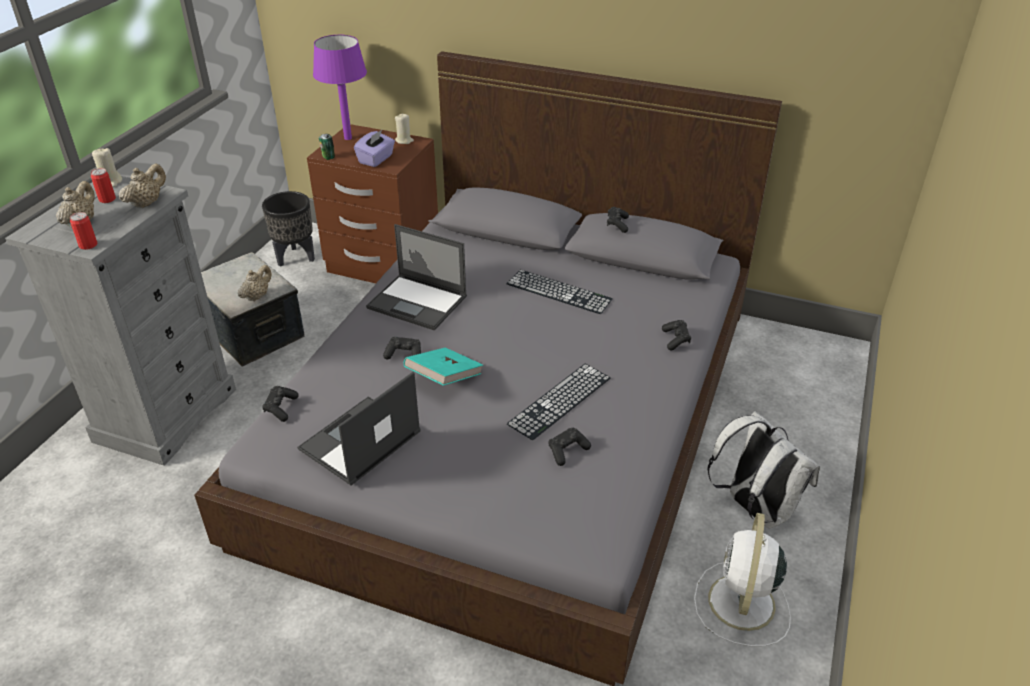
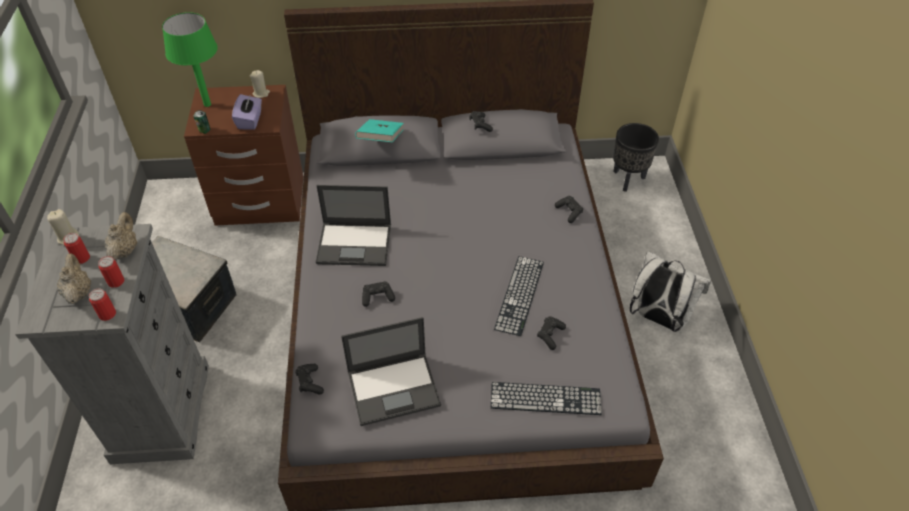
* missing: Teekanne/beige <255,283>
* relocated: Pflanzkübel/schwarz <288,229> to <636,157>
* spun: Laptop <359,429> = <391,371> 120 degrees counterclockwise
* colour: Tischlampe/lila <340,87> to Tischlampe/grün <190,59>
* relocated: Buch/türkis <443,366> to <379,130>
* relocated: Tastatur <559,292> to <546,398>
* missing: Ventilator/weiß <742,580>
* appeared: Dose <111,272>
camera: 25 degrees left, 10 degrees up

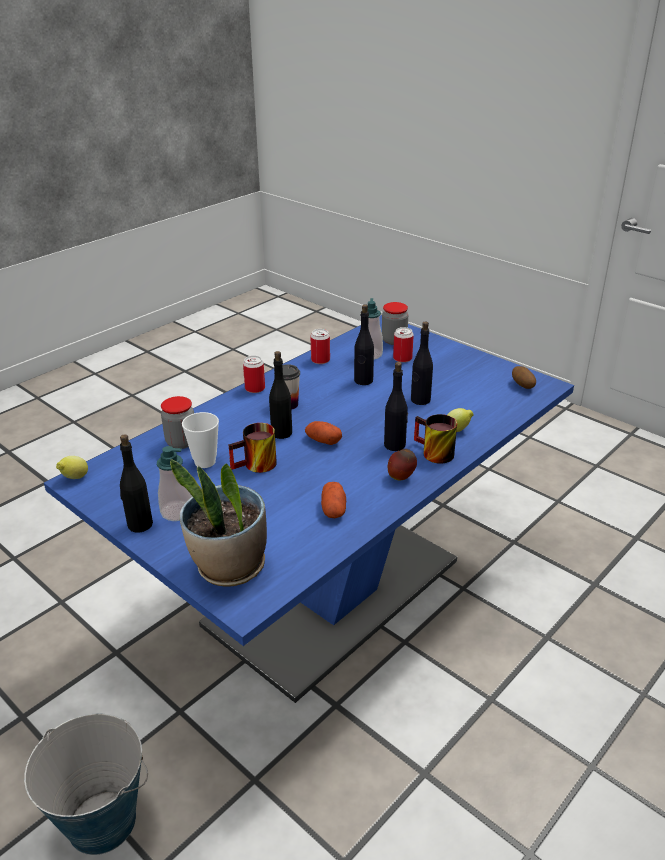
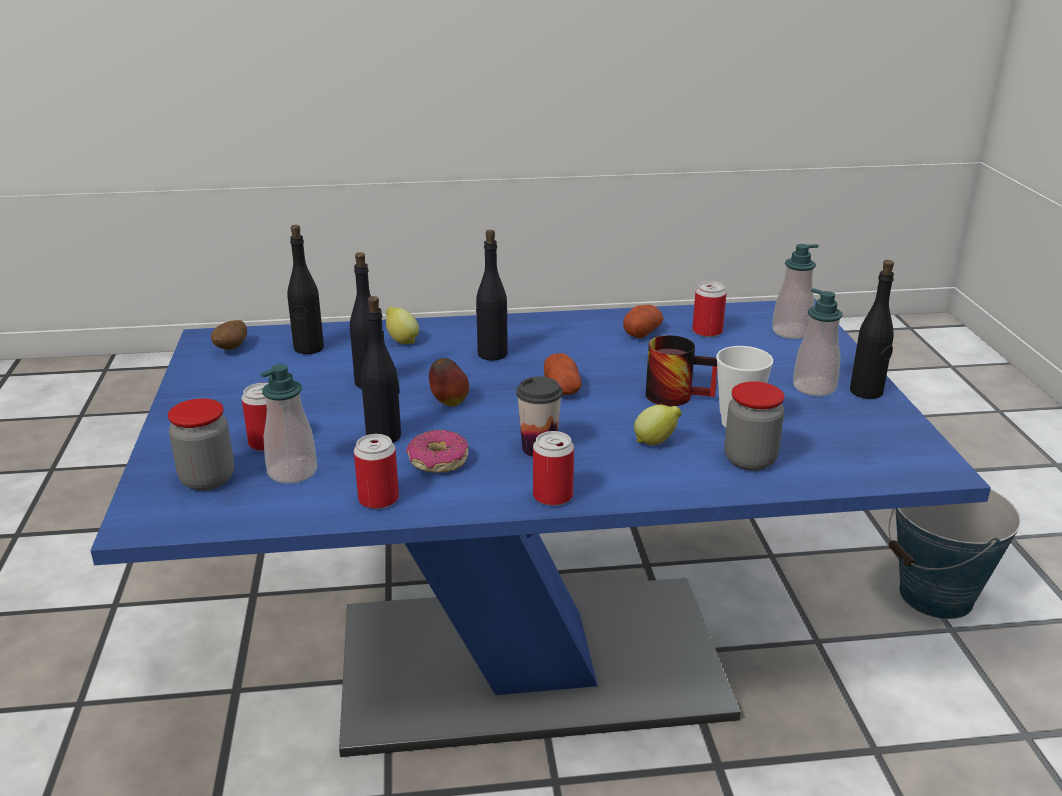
* relocated: Zitrone <72,467> to <658,425>
* exchanged: Topfpflanze <218,523> to Seifenspender <795,291>
* relocated: Flasche/schwarz <280,395> to <305,289>
* relocated: Apfel <402,464> to <449,382>
* missing: Henkelbecher <435,439>
* appeared: Donut <437,451>
* appeared: Dose <709,309>
camera: 140 degrees left, 5 degrees down

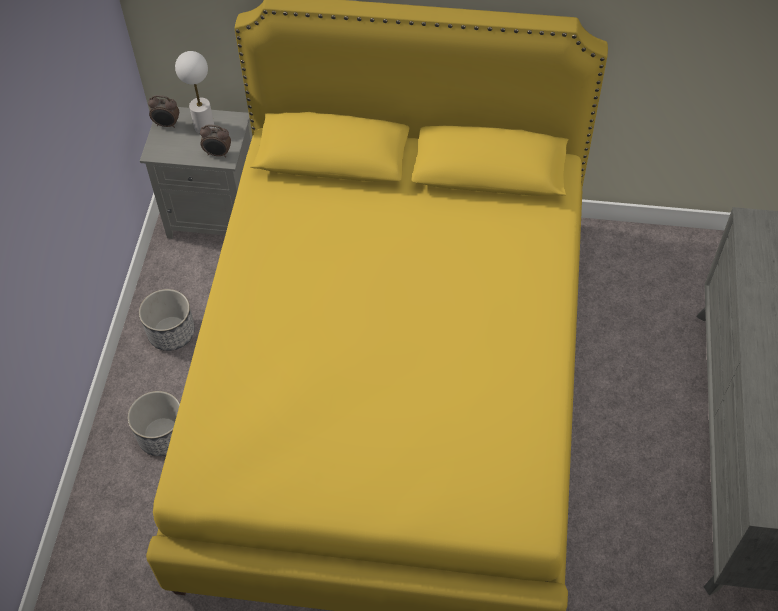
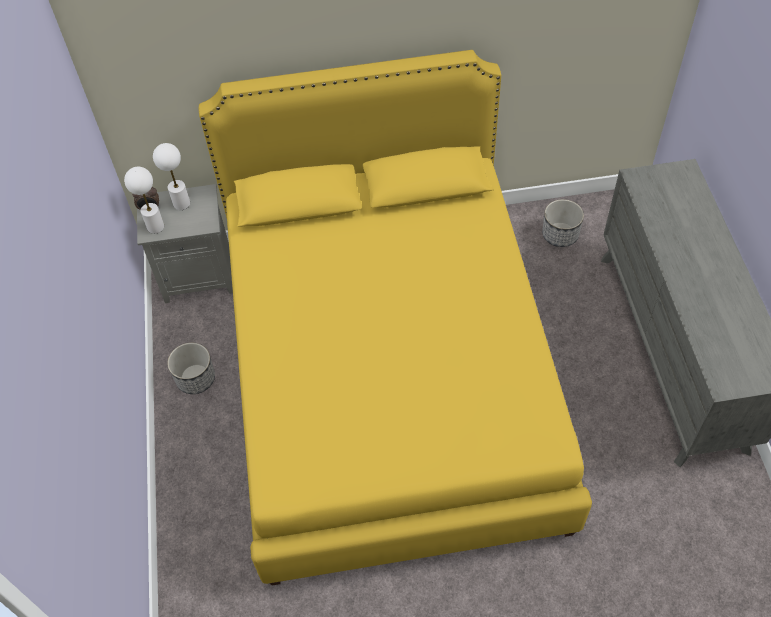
* relocated: Pflanzkübel <154,423> to <563,223>
* missing: Wecker <215,141>
* appeared: Tischlampe/weiß <144,200>
camera: 15 degrees left, 0 degrees up

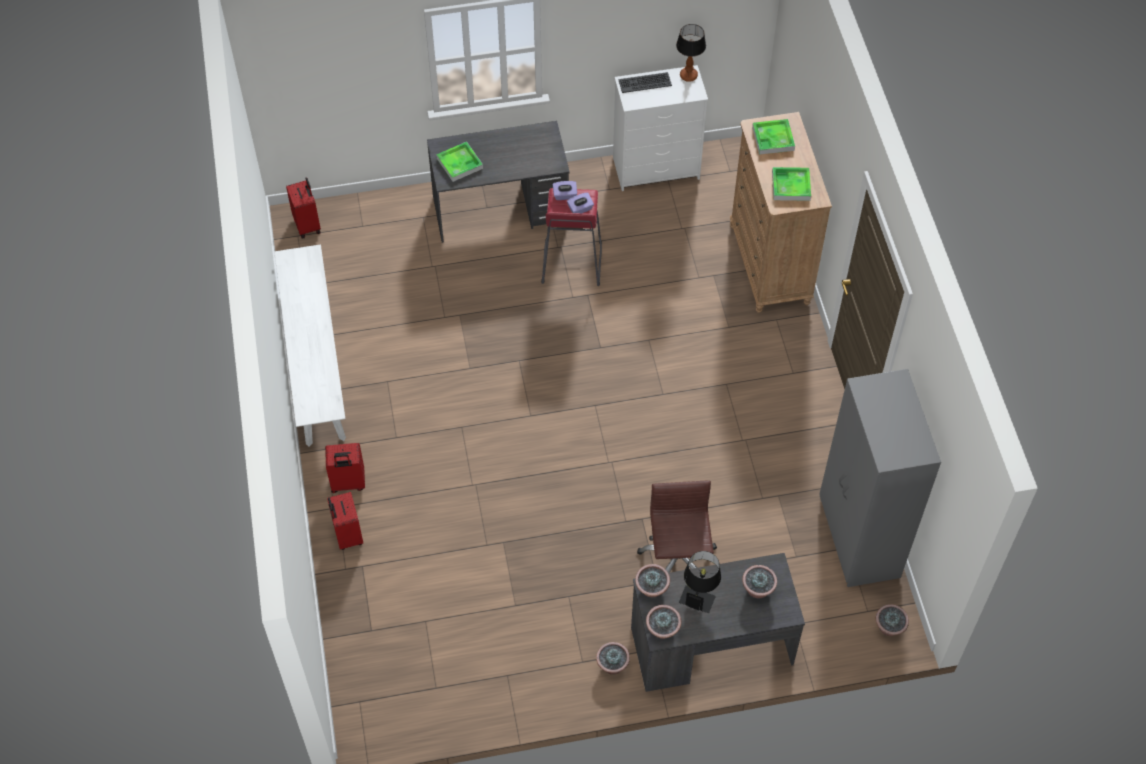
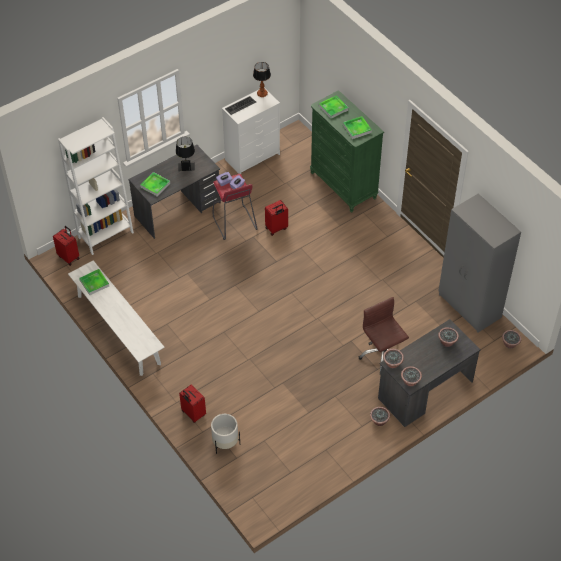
* relocated: Koffer/rot <345,468> to <276,218>
* relocated: Tischlampe/schwarz <700,582> to <185,154>
* colour: Kommode/braun <781,212> to Kommode/grün <347,151>
* appeared: Bücherregal/weiß <96,186>
* appeared: Tablett <94,282>
* appeared: Pflanzkübel/weiß <225,434>
camera: 25 degrees left, 5 degrees down

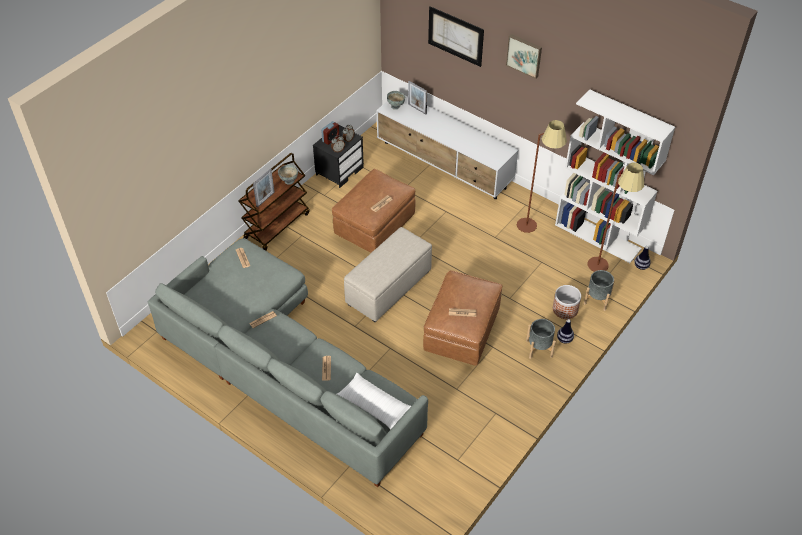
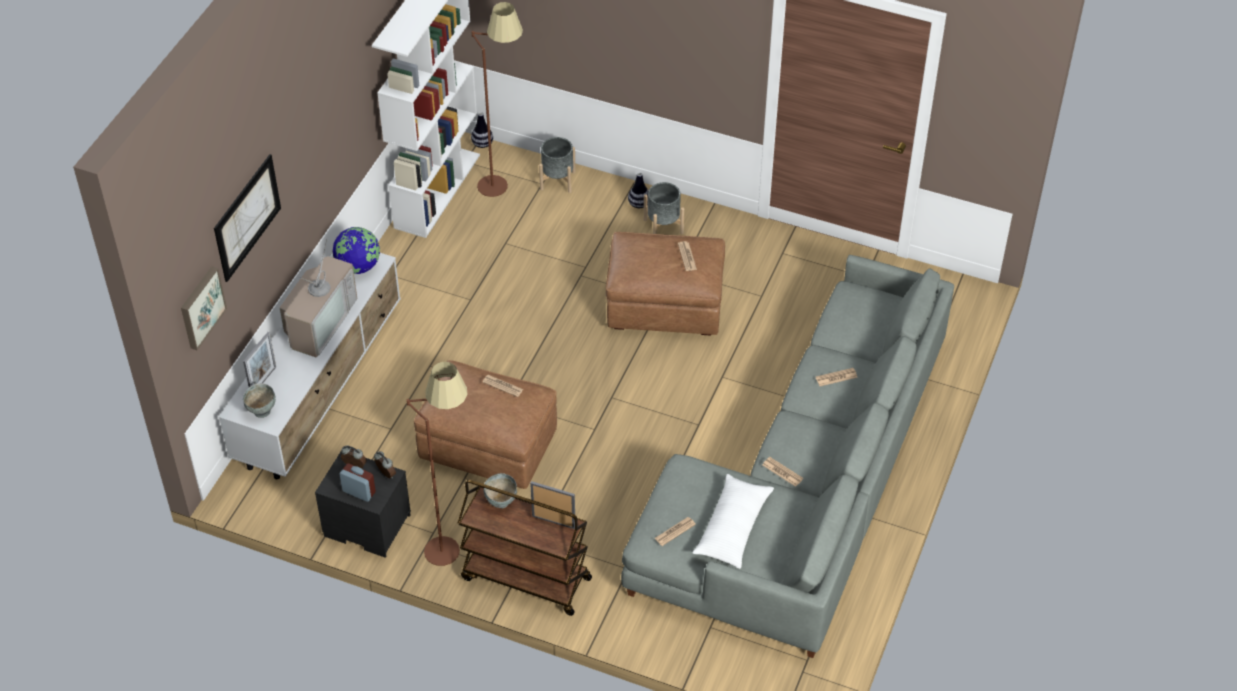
* relocated: Kissen/weiß <374,401> to <733,521>
* missing: Polsterhocker/beige <388,275>
* relocated: Bild <524,56> to <204,308>
* relocated: Stehlampe/braun <542,176> to <437,464>
* missing: Pflanzkübel <567,302>
* appeared: Fernseher <318,298>
* appeared: Globus <356,250>
camera: 105 degrees left, 0 degrees up

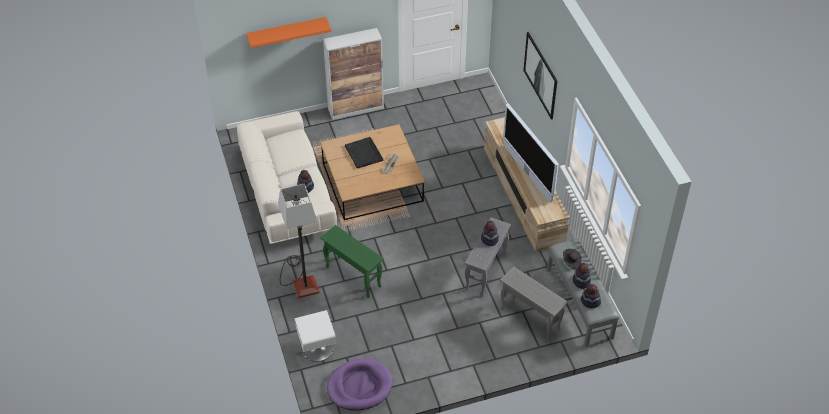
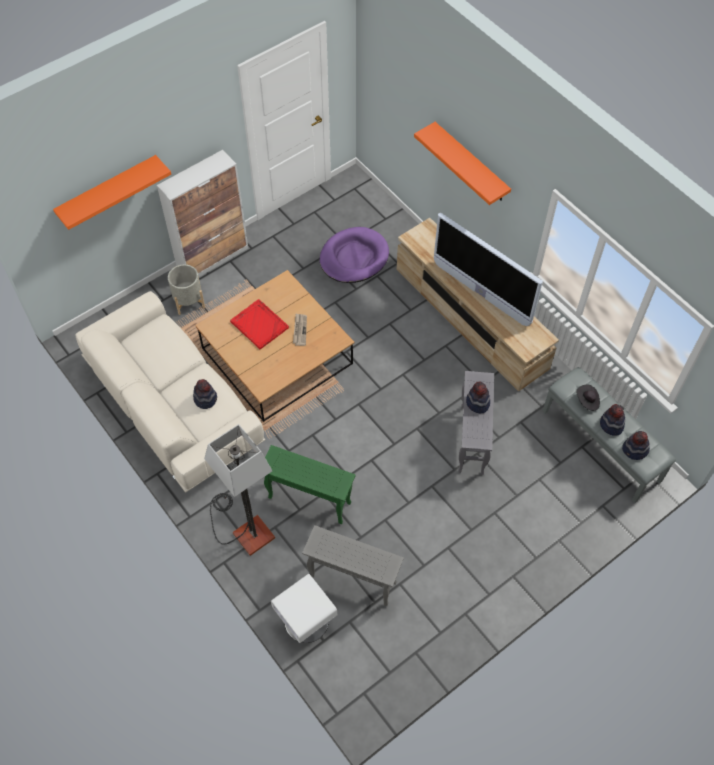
* relocated: Hundebett/lila <359,384> to <354,255>
* colour: Tablett/schwarz <364,153> to Tablett/rot <259,324>
* relocated: Beistelltisch/grau <534,304> to <353,565>
* exchanged: Bild <540,76> to Wandregal/orange <462,163>
* appeared: Pflanzkübel/grau <186,289>
camera: 20 degrees left, 10 degrees up

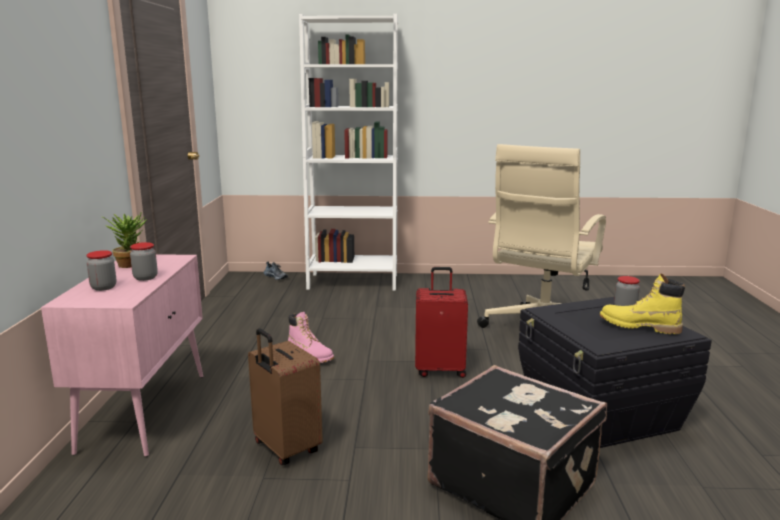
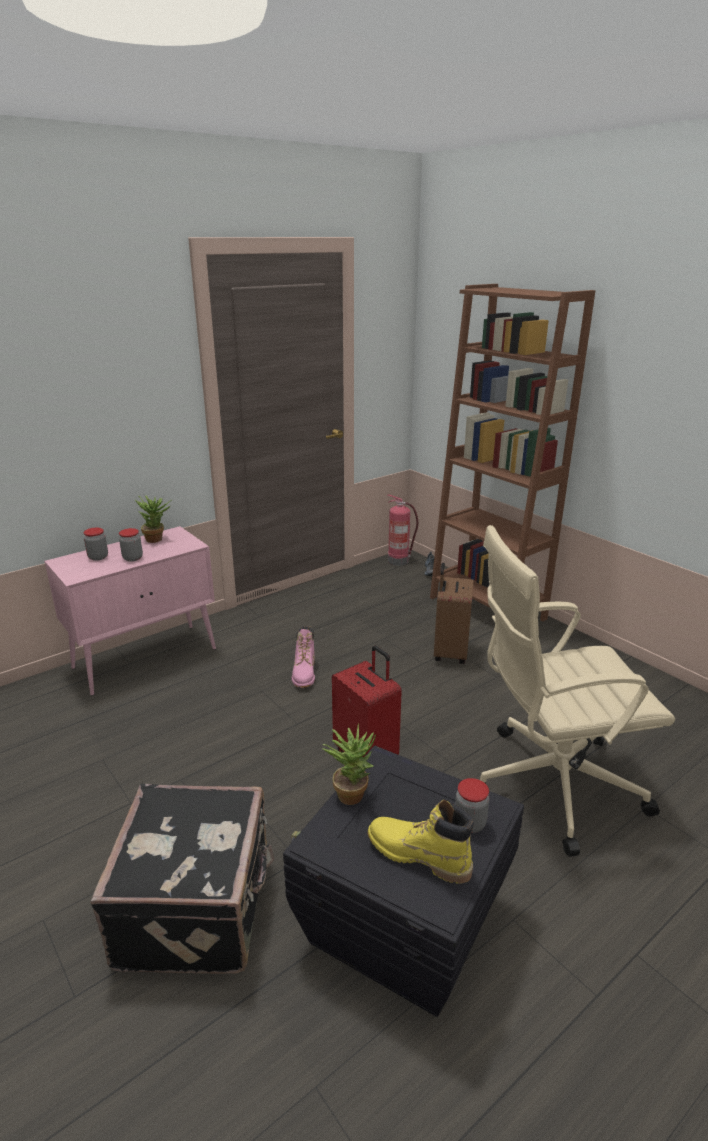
* relocated: Koffer/braun <285,396> to <454,613>
* colour: Bücherregal/weiß <348,152> to Bücherregal/braun <513,452>
* spun: Stiefel/gelb <642,303> = <421,842> 45 degrees counterclockwise
* appeared: Topfpflanze <349,764>
* appeared: Feuerlöscher <402,530>
camera: 50 degrees right, 10 degrees up

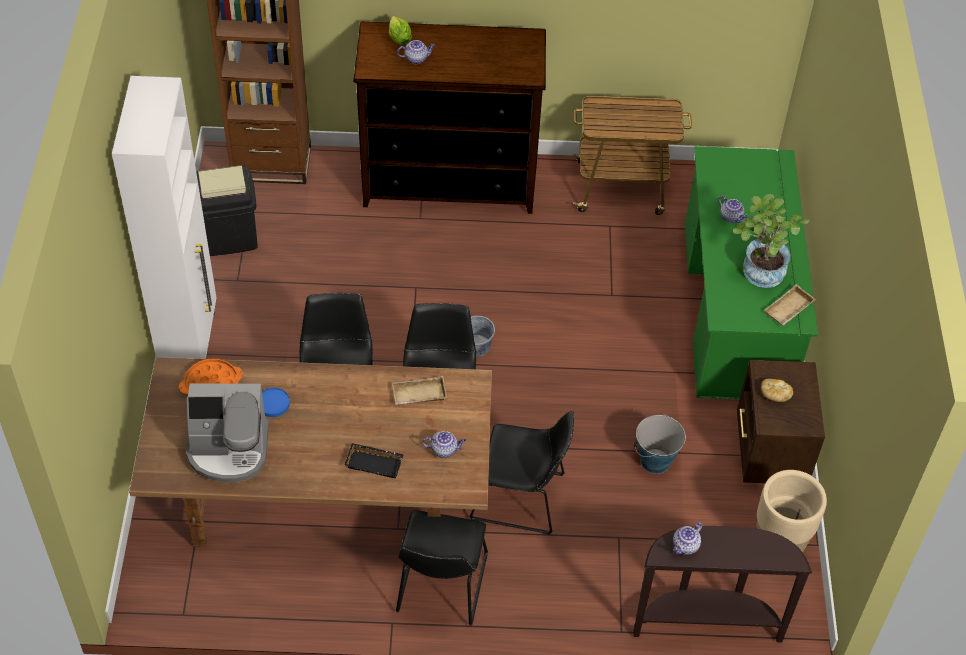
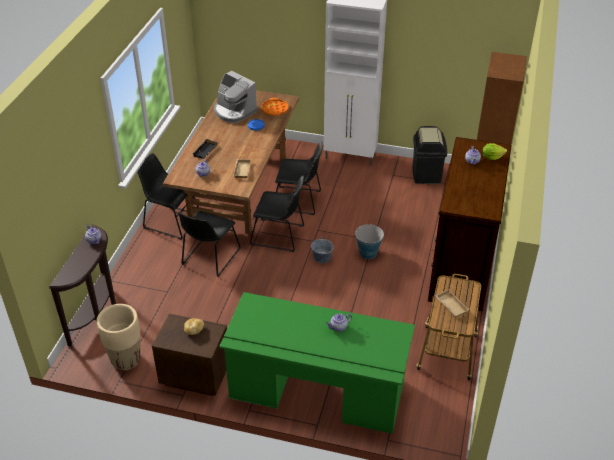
* spun: Kaffeemaschine <227,432> = <235,97> 60 degrees counterclockwise
* relocated: Eimer <660,444> to <369,241>
* missing: Topfpflanze <771,241>
* relocated: Tablett/beige <790,305> to <452,303>
camera: 105 degrees right, 10 degrees down

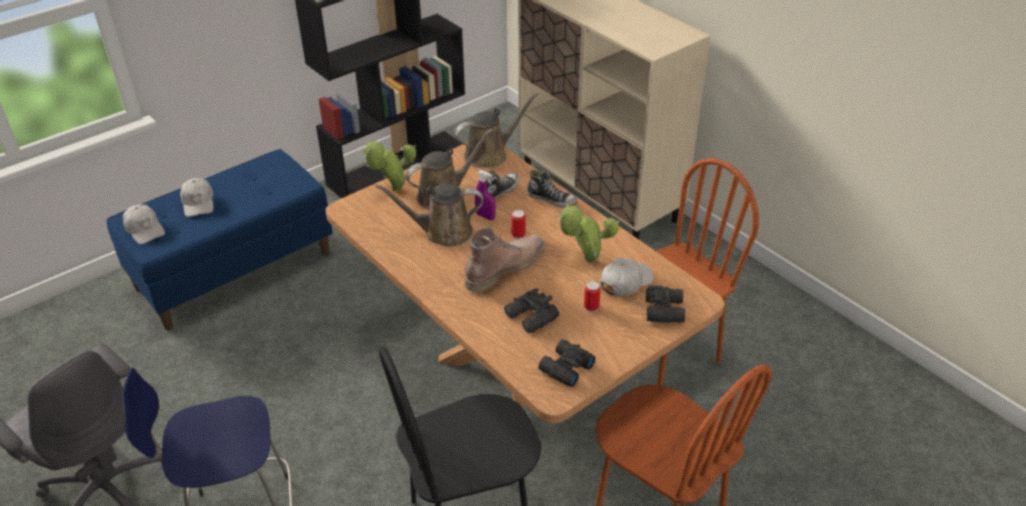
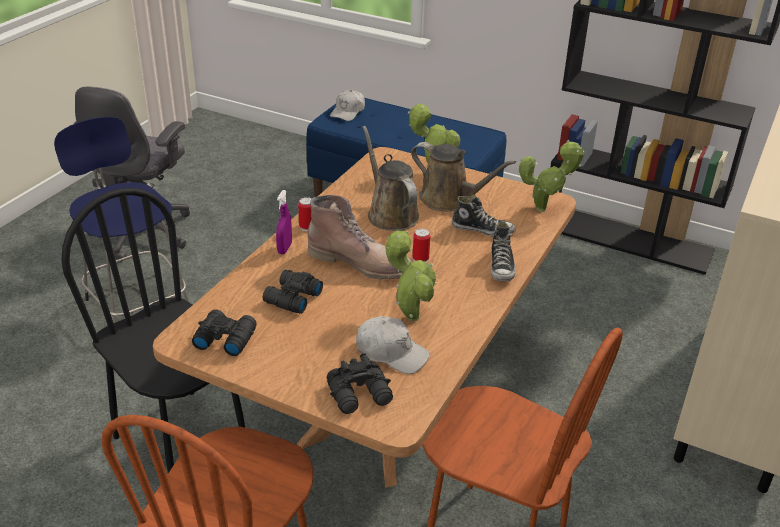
* missing: Kappe/weiß <197,197>
* exchanged: Gießkanne/braun <496,130> to Topfpflanze <552,176>
* relocated: Sprühflasche/lila <485,195> to <284,222>
* relocated: Dose <592,297> to <305,214>
camera: 65 degrees right, 5 degrees down

